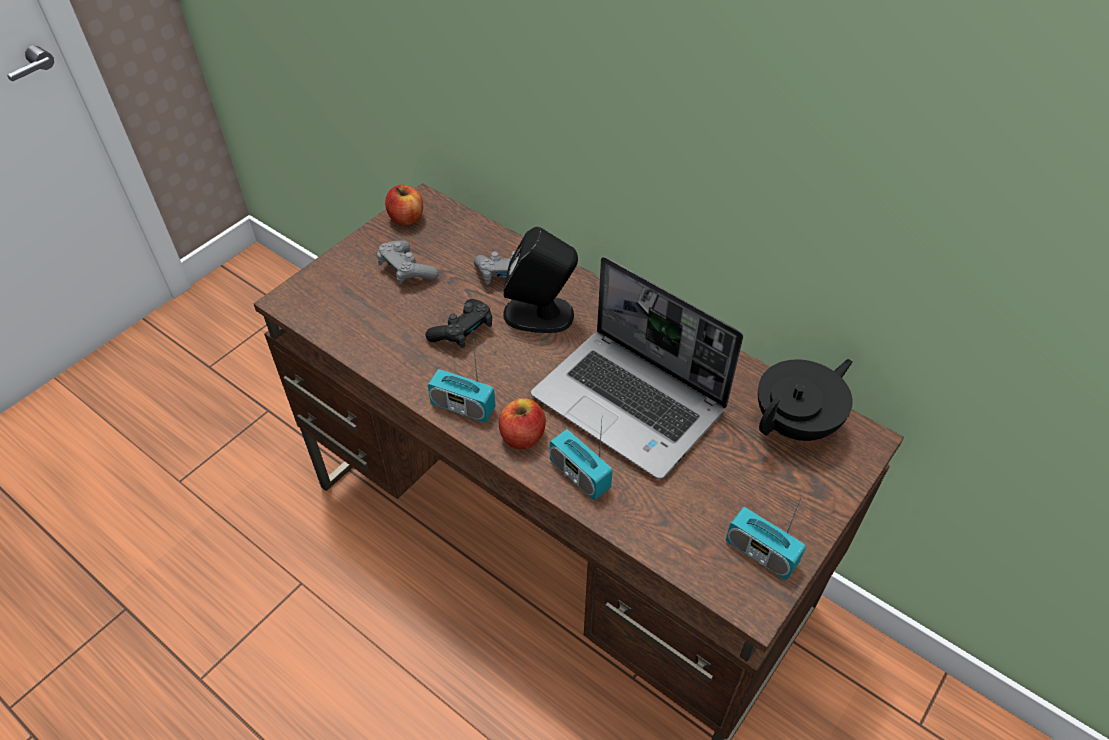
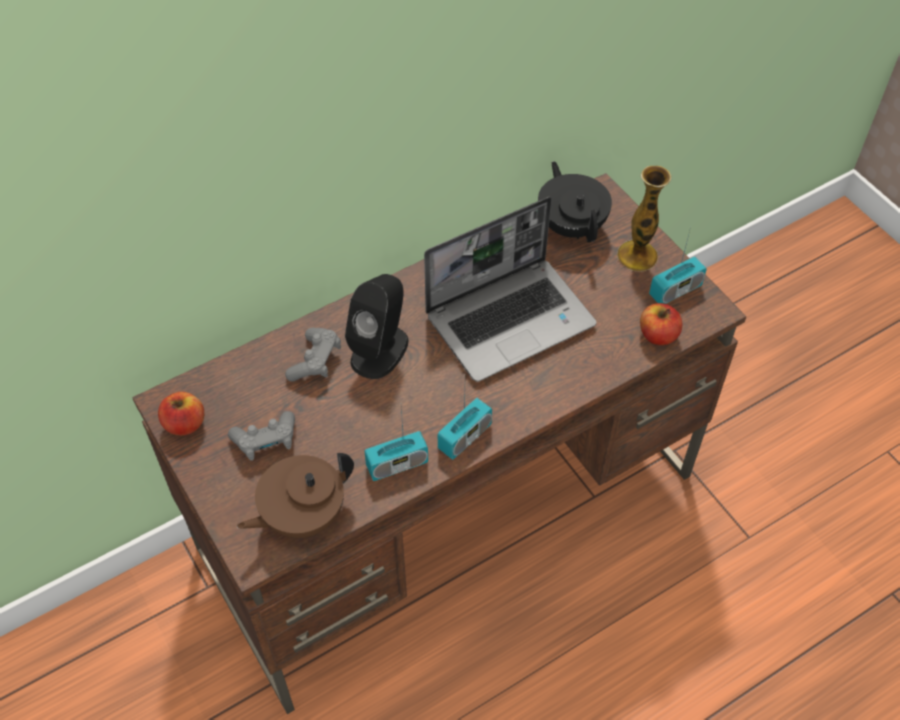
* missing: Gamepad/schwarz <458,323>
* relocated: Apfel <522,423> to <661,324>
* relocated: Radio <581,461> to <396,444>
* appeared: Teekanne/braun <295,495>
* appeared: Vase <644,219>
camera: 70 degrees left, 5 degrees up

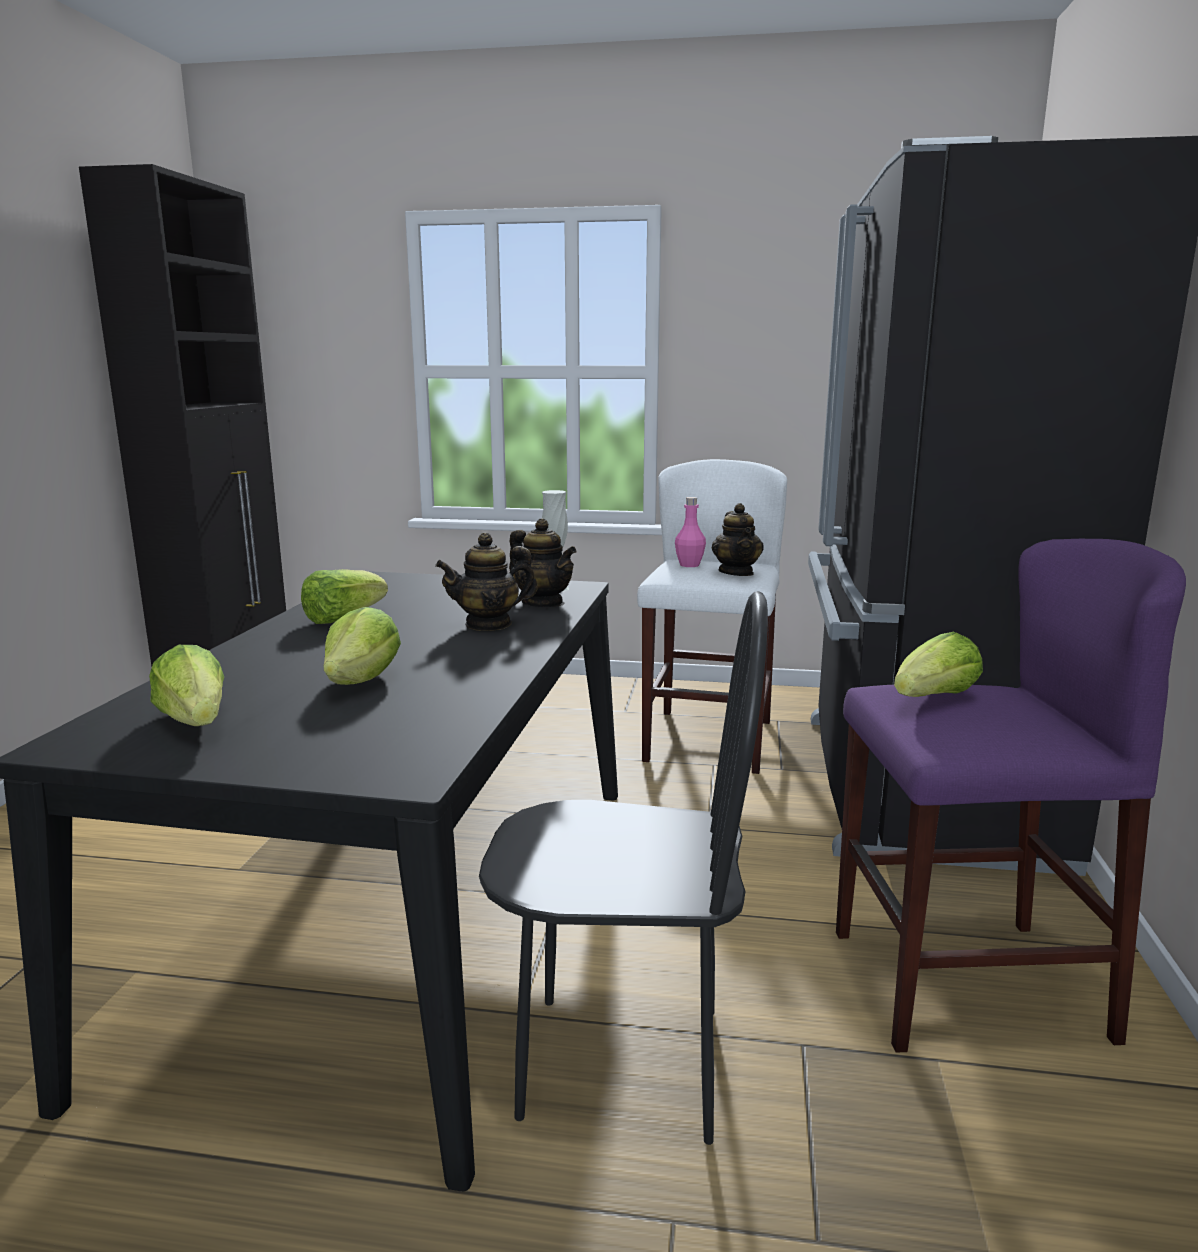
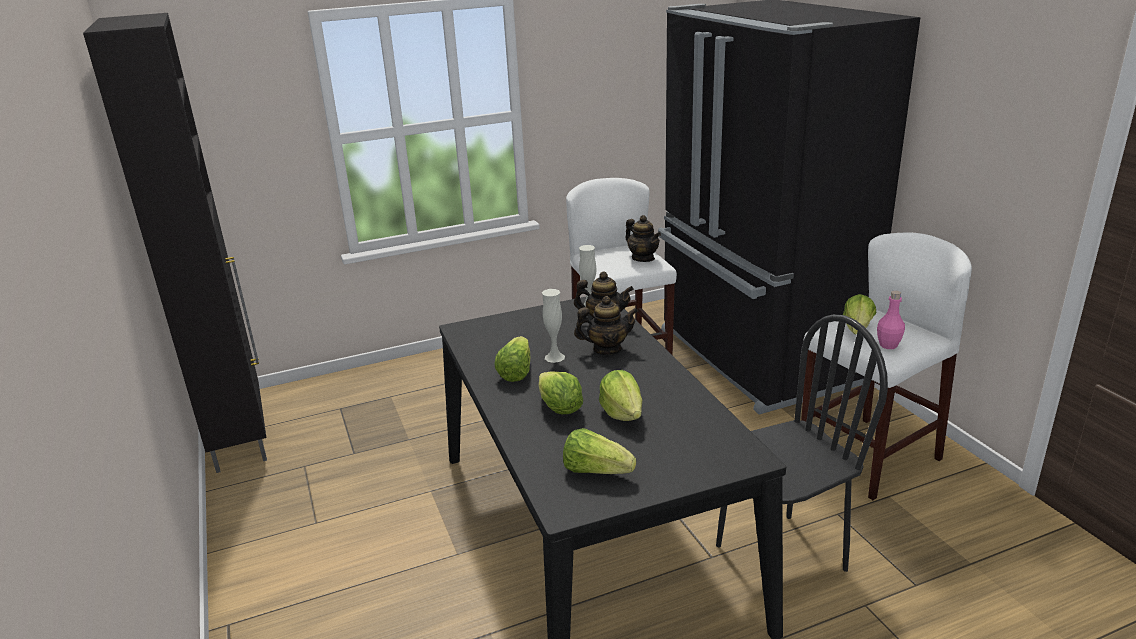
* spun: Teekanne <486,582> = <606,325> 135 degrees counterclockwise
* relocated: Flasche/rosa <690,532> to <891,319>
* colour: Hocker/lila <1011,796> to Hocker/weiß <886,366>
* appeared: Salatkopf <561,393>
* appeared: Vase/weiß <553,326>
camera: 30 degrees left, 10 degrees up

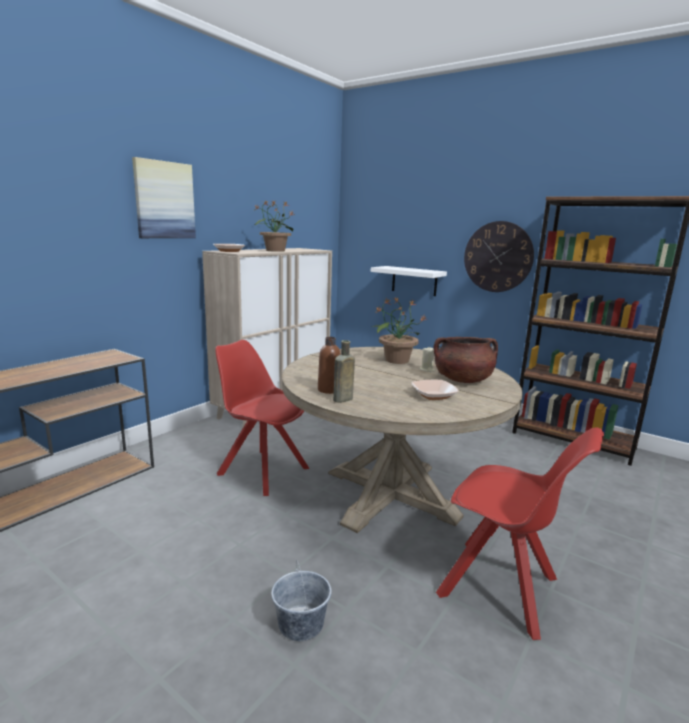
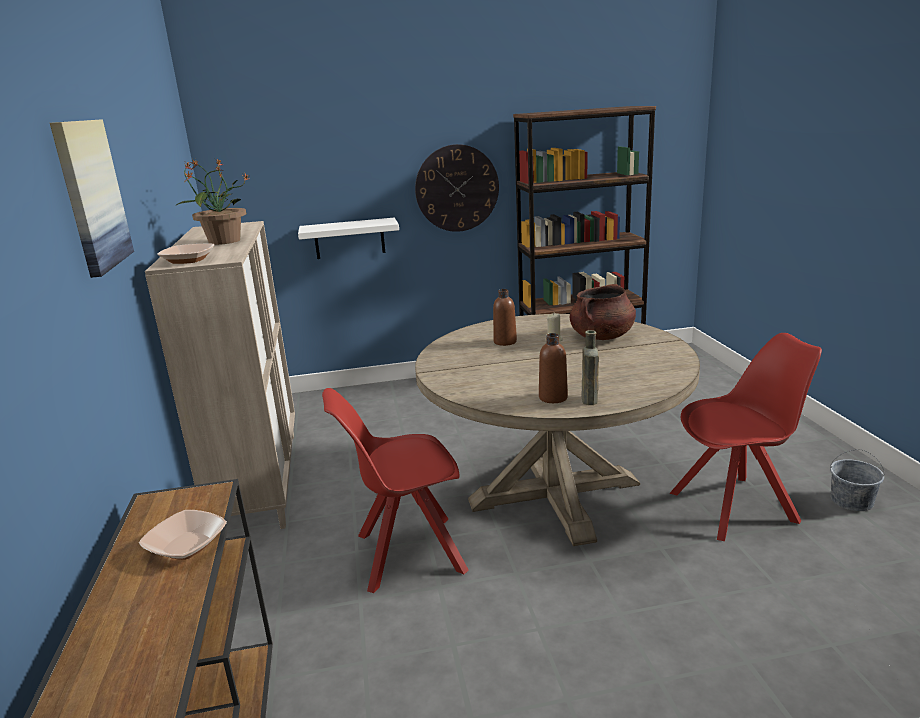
* relocated: Eimer/grau <301,600> to <857,480>
* exchanged: Topfpflanze <400,331> to Flasche/braun <505,317>
* relocated: Schüssel <435,390> to <183,535>
camera: 45 degrees left, 5 degrees up

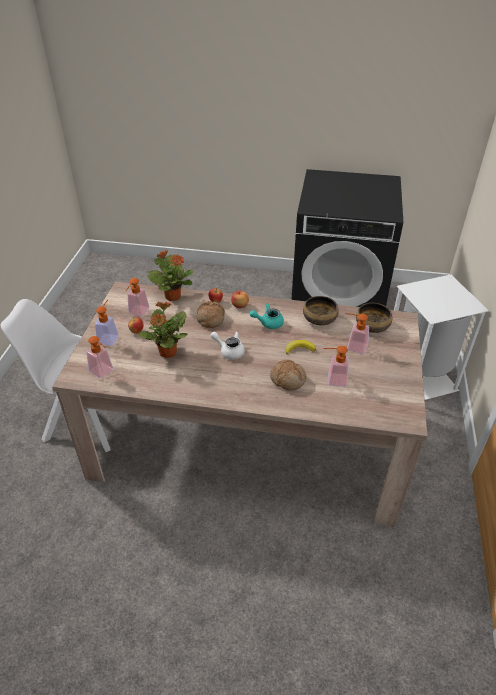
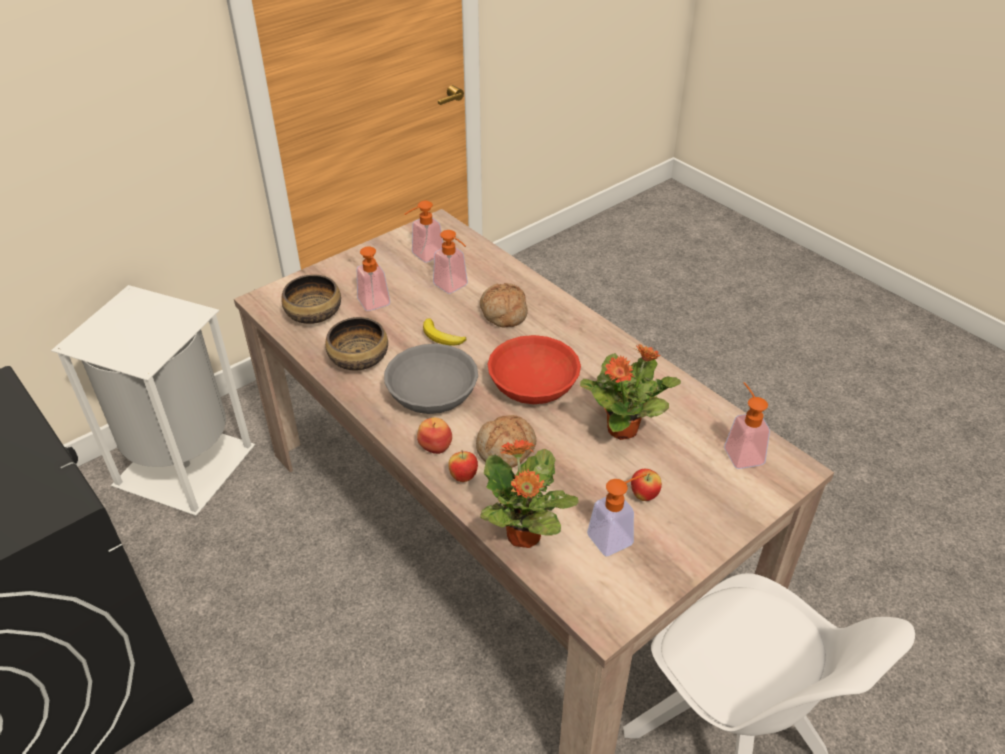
* relocated: Seifenspender <106,323> to <423,231>
* exchanged: Teekanne/weiß <227,346> to Schüssel/rot <534,369>
* exchanged: Teekanne/türkis <267,316> to Schüssel/grau <431,379>
camera: 140 degrees left, 0 degrees up

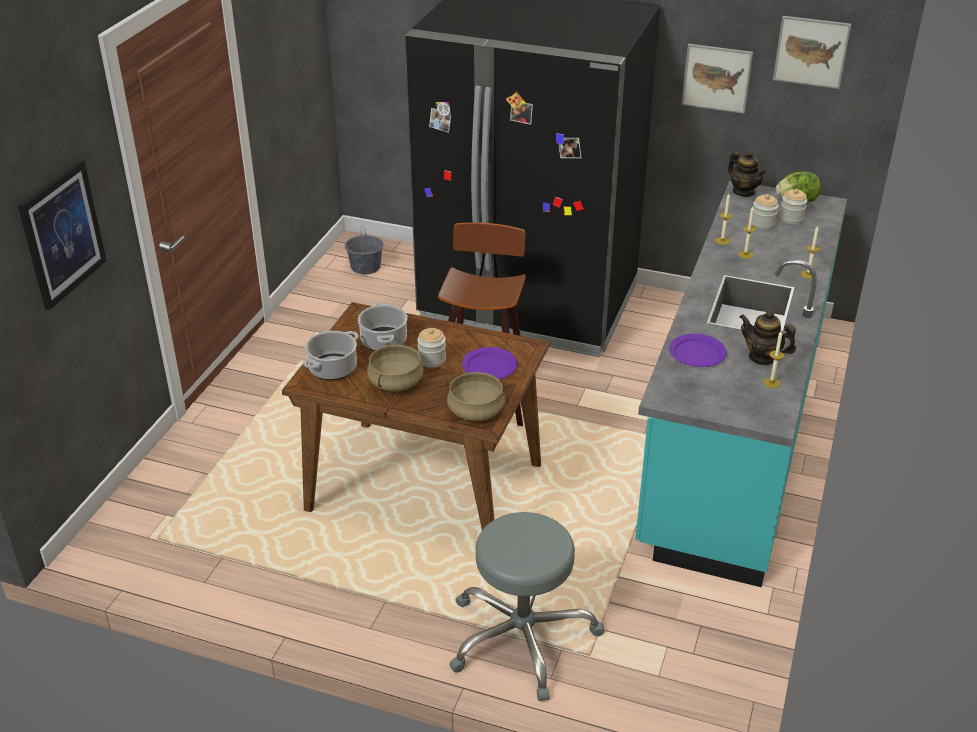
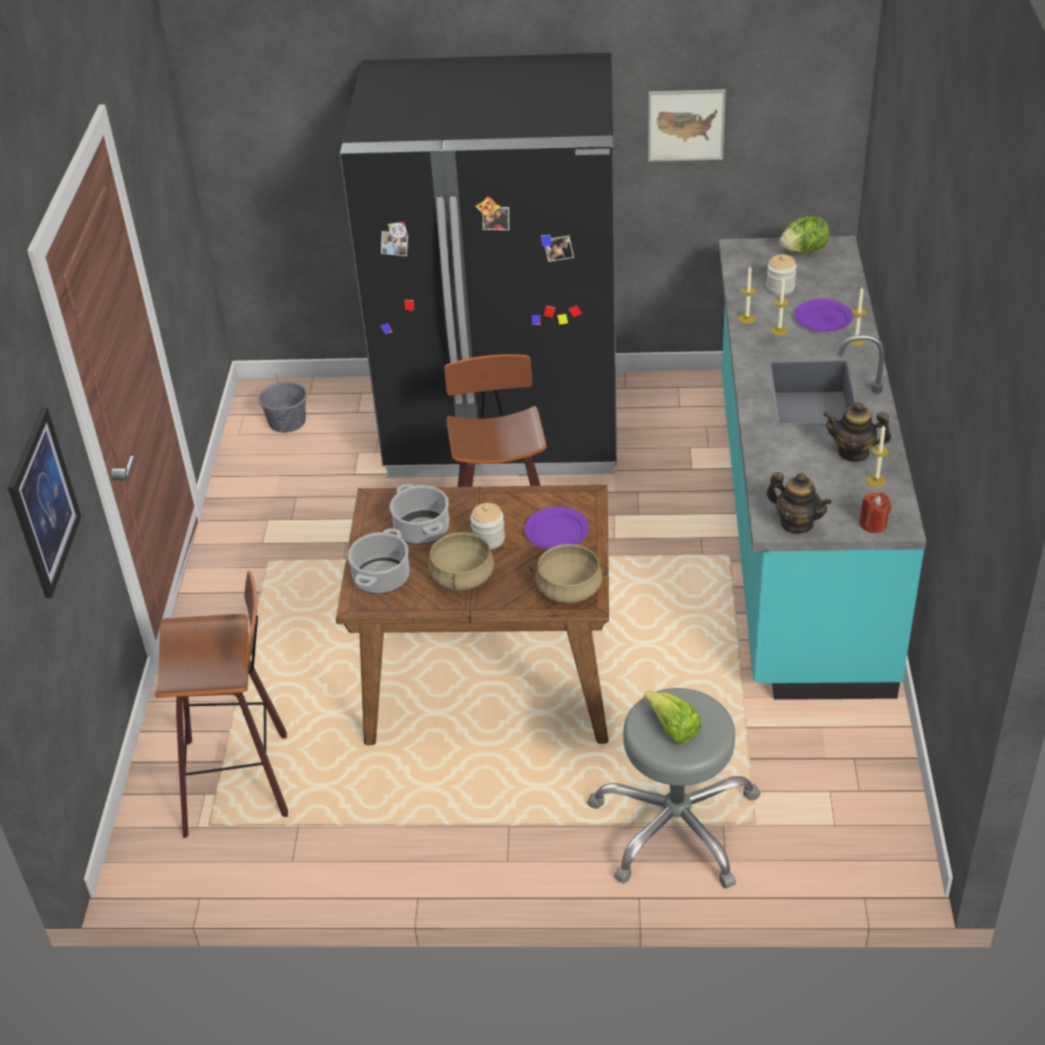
* relocated: Teller/lila <698,350> to <824,315>
* relocated: Teekanne <747,174> to <799,502>
* missing: Bild <812,52>
* missing: Vorratsglas <794,206>
* appeared: Hocker <221,704>
* appeared: Salatkopf <672,717>
* appeared: Kerze/rot <875,512>
camera: 15 degrees left, 5 degrees up

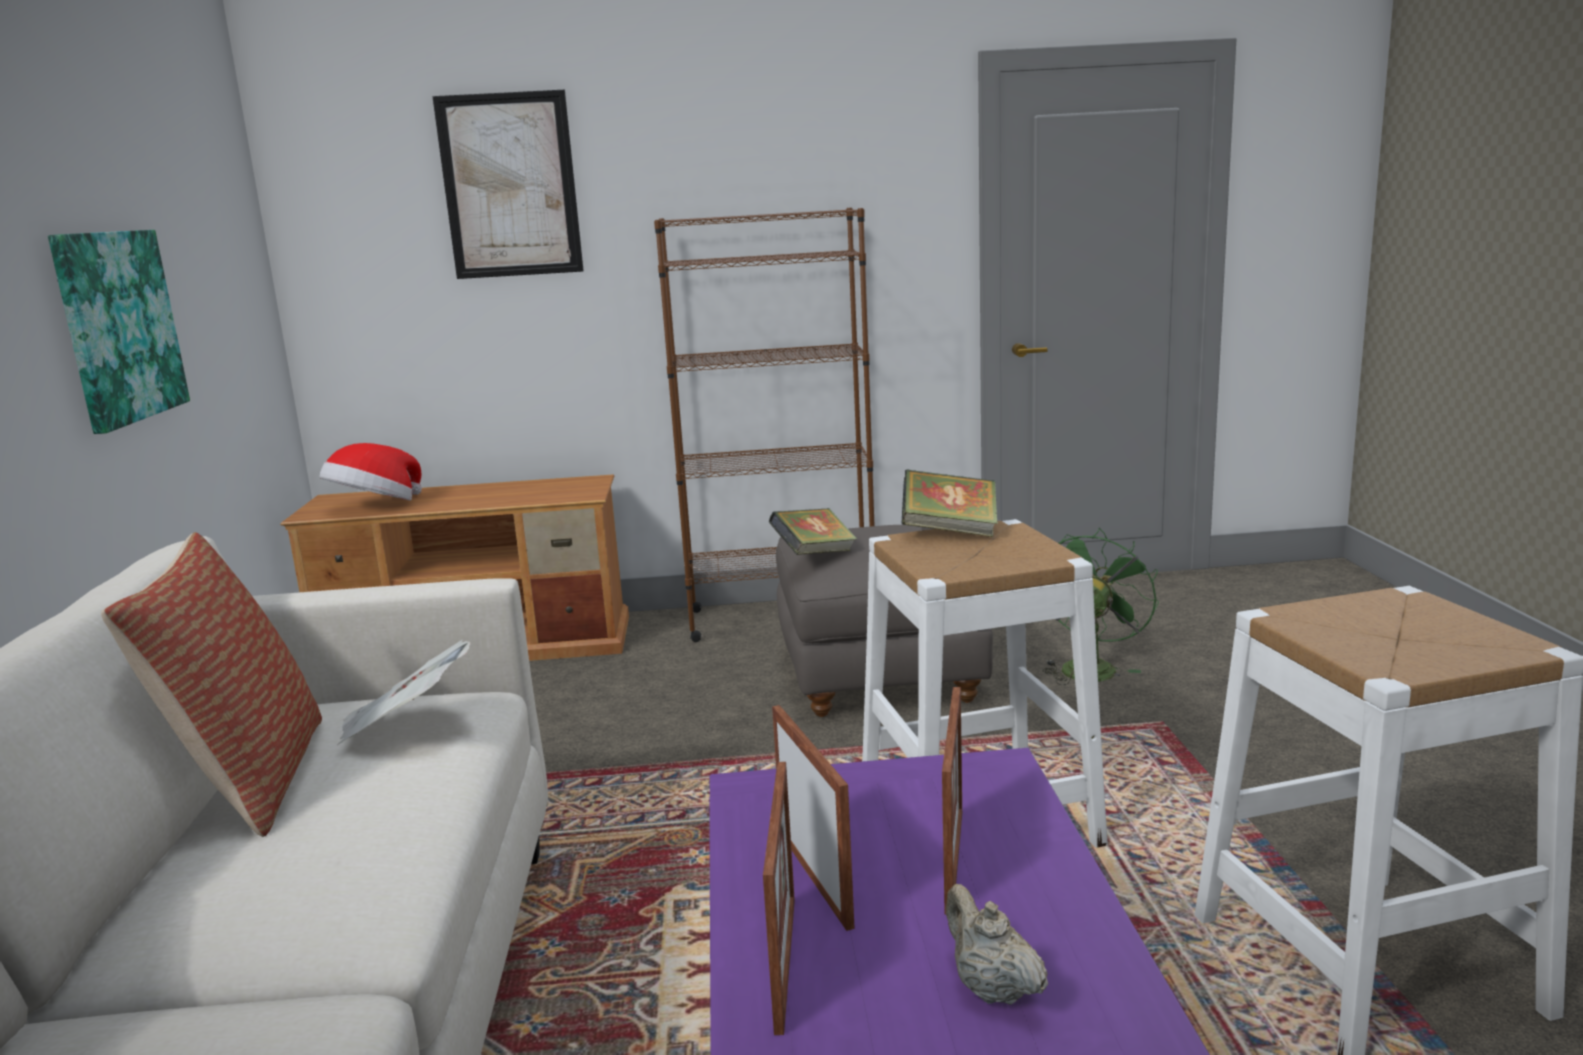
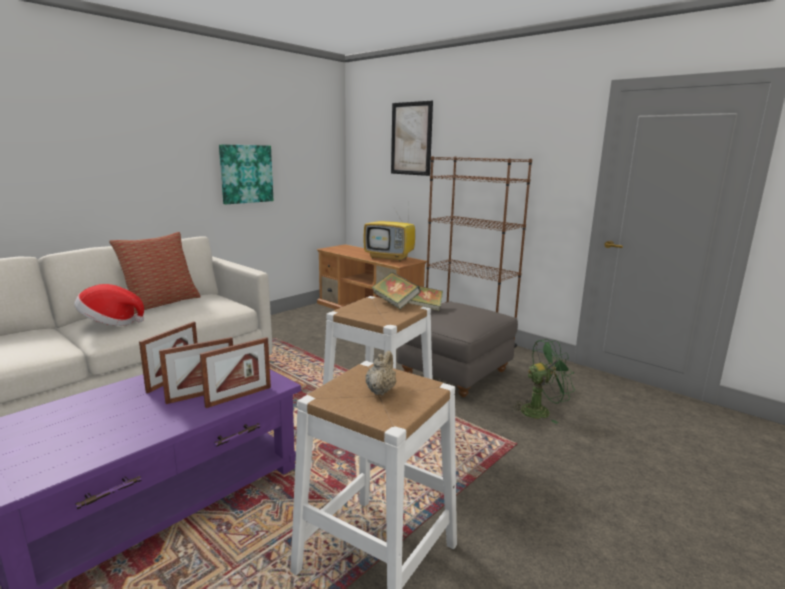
* relocated: Hut <370,472> to <109,305>
* missing: Zeitung <403,692>
* relocated: Bilderrahmen <779,898> to <235,372>
* relocated: Teekanne/beige <997,944> to <381,373>
* appeared: Fernseher <389,233>
camera: 45 degrees right, 0 degrees up

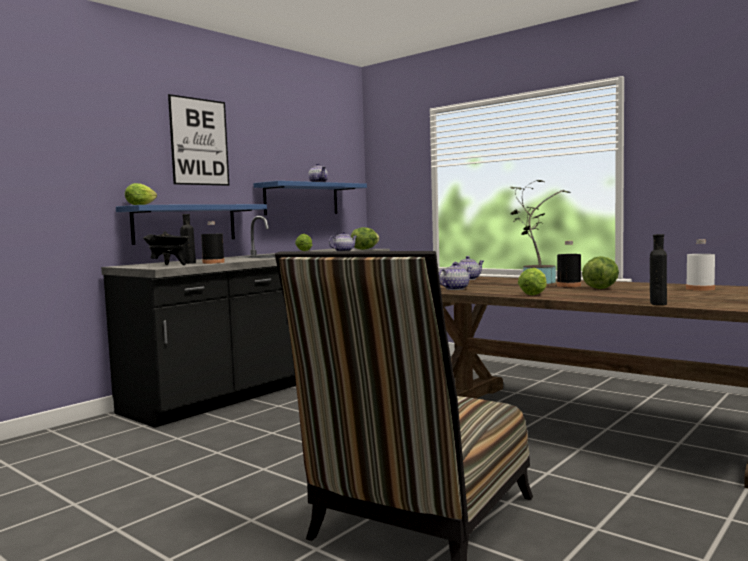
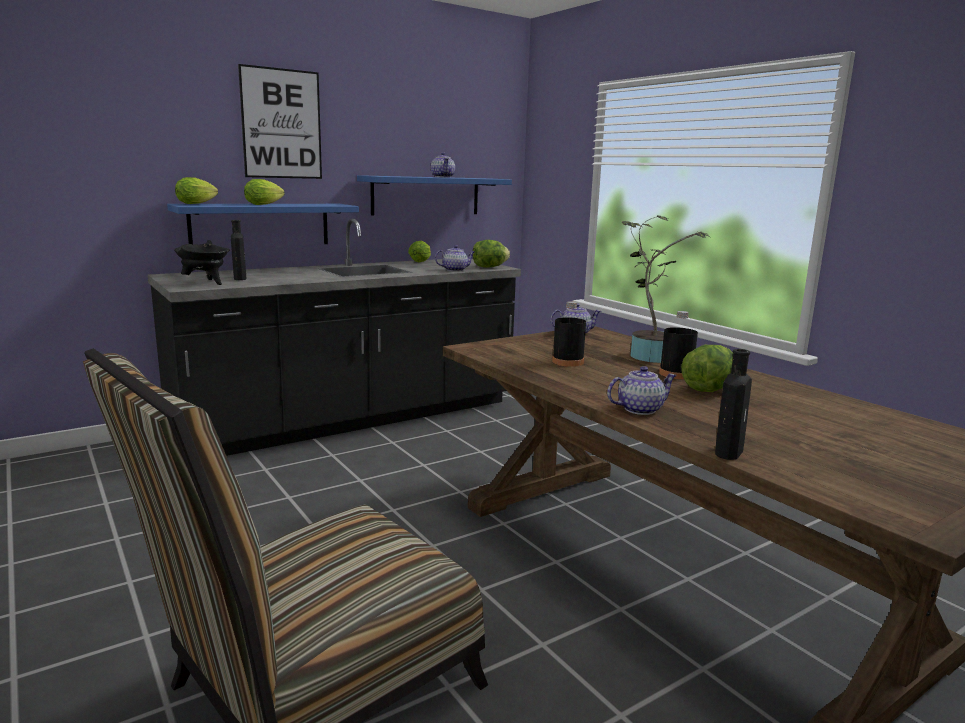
* relocated: Flasche/schwarz <213,242> to <569,334>
* relocated: Teekanne <455,276> to <642,390>
* relocated: Salatkopf <532,281> to <264,192>
* missing: Flasche/weiß <700,265>
camera: 15 degrees right, 10 degrees up

